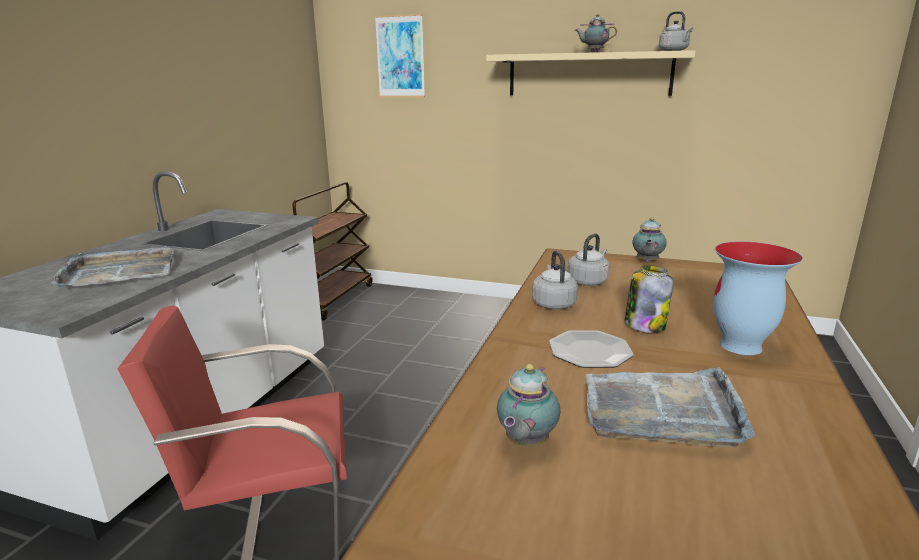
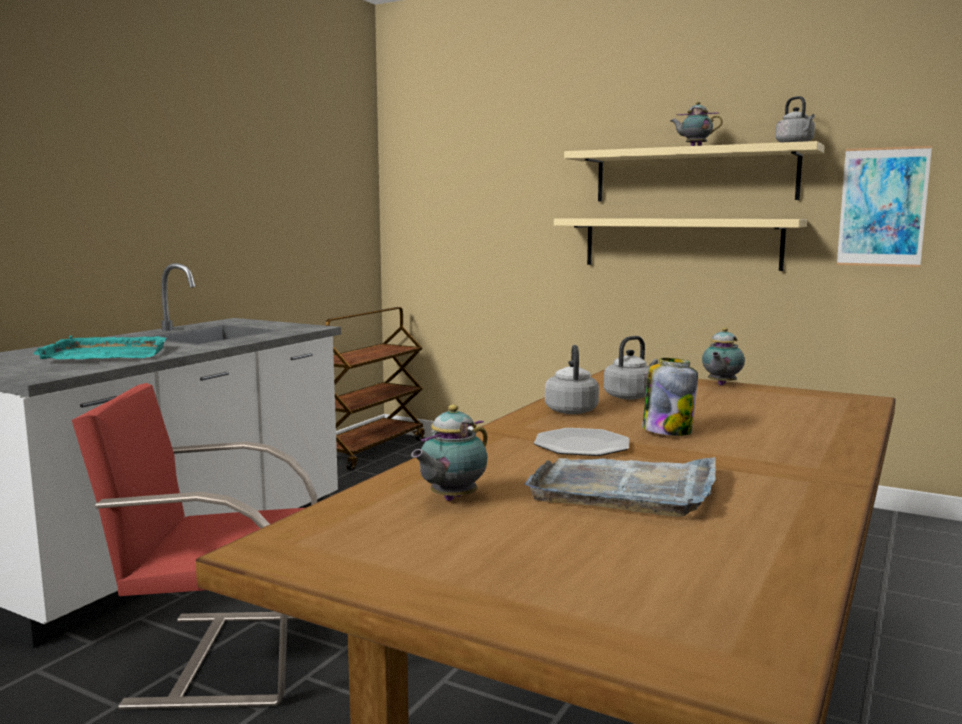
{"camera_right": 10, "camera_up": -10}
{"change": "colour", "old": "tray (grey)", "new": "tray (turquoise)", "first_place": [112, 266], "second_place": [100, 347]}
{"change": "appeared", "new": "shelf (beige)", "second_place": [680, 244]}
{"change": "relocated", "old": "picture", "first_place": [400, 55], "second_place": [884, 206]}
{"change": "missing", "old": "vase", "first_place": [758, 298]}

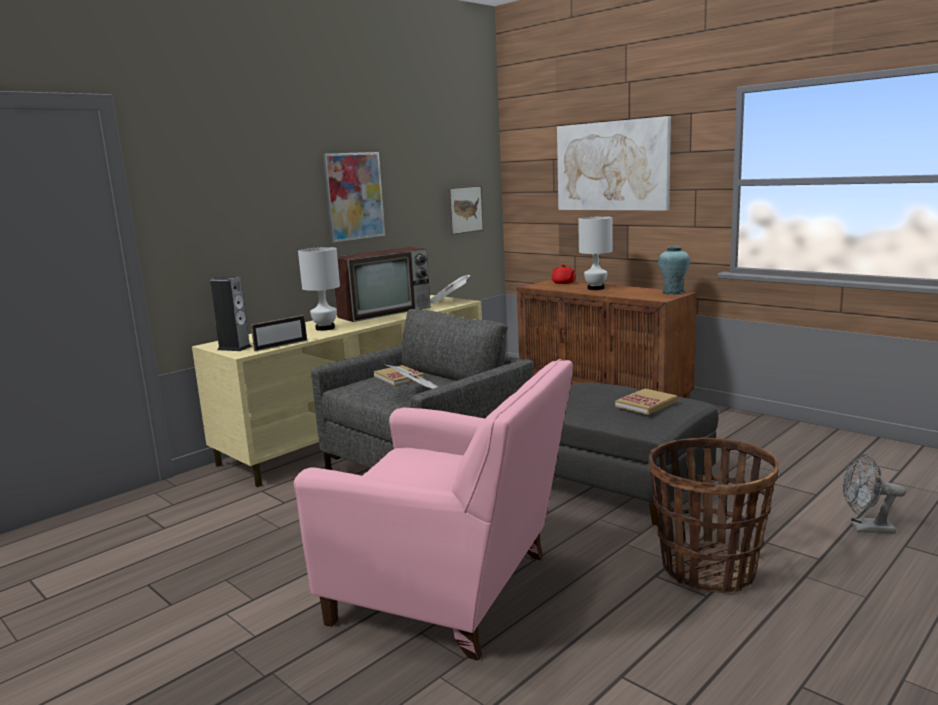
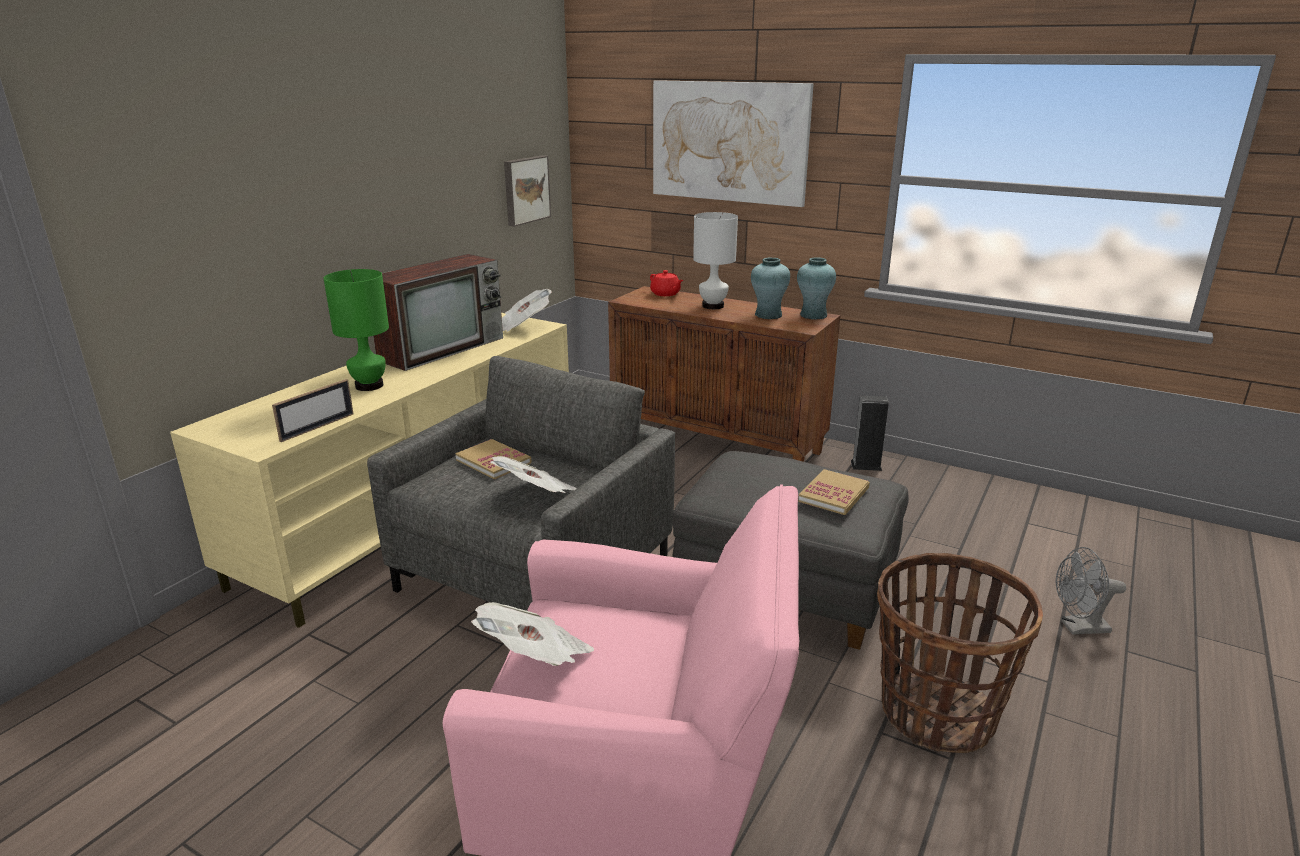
{"camera_right": -15, "camera_up": 10}
{"change": "colour", "old": "table lamp (white)", "new": "table lamp (green)", "first_place": [319, 289], "second_place": [356, 330]}
{"change": "appeared", "new": "newspaper", "second_place": [532, 634]}
{"change": "appeared", "new": "vase (turquoise)", "second_place": [770, 288]}
{"change": "relocated", "old": "speaker", "first_place": [231, 314], "second_place": [870, 433]}
{"change": "missing", "old": "picture", "first_place": [354, 197]}

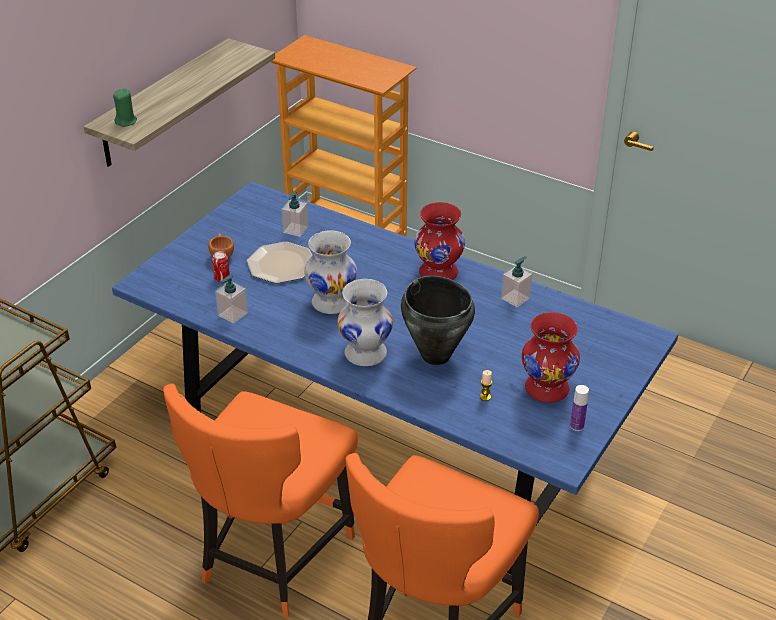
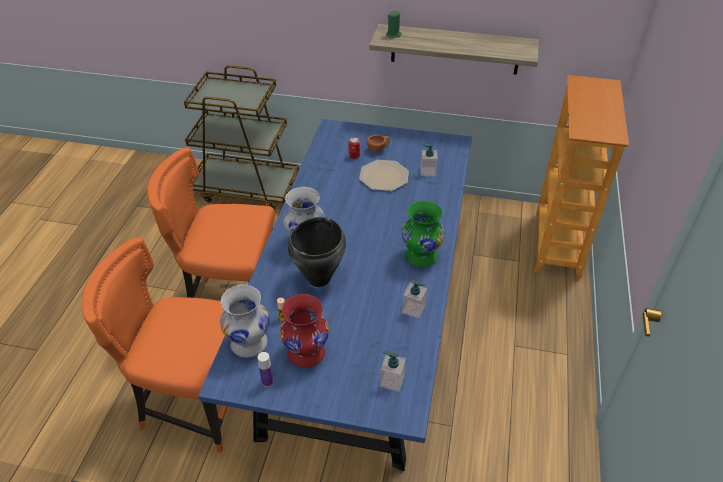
{"camera_right": 70, "camera_up": 5}
{"change": "relocated", "old": "vase (white)", "first_place": [330, 272], "second_place": [245, 321]}
{"change": "relocated", "old": "soap dispenser", "first_place": [231, 299], "second_place": [393, 371]}
{"change": "colour", "old": "vase (red)", "new": "vase (green)", "first_place": [439, 241], "second_place": [423, 233]}

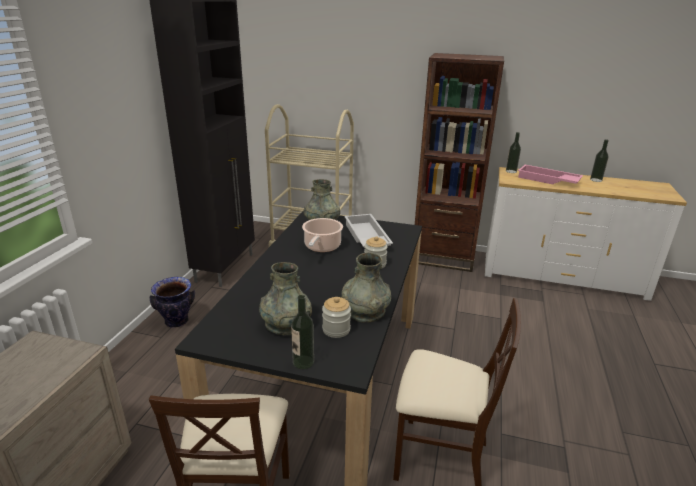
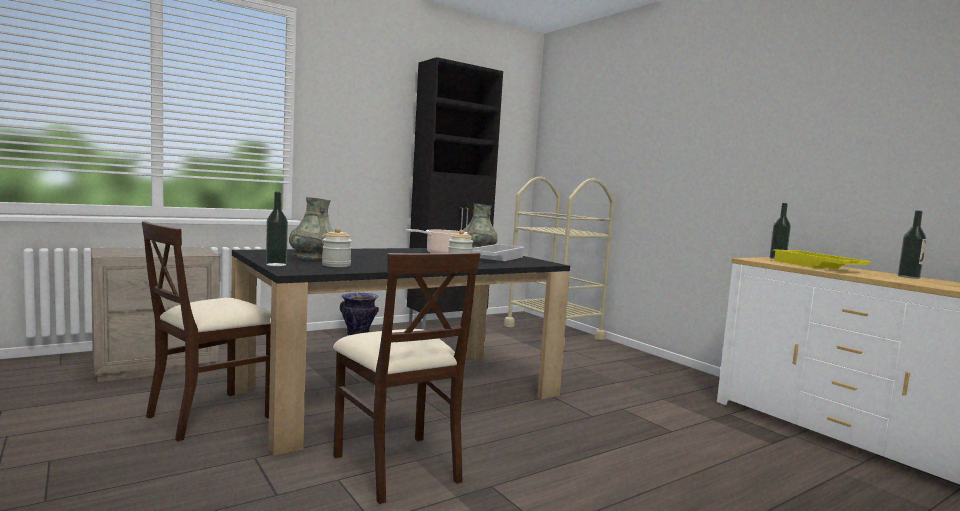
{"camera_right": 40, "camera_up": -20}
{"change": "colour", "old": "tray (pink)", "new": "tray (yellow)", "first_place": [550, 174], "second_place": [822, 259]}
{"change": "missing", "old": "vase (grey)", "first_place": [366, 287]}
{"change": "missing", "old": "bookcase (brown)", "first_place": [459, 162]}

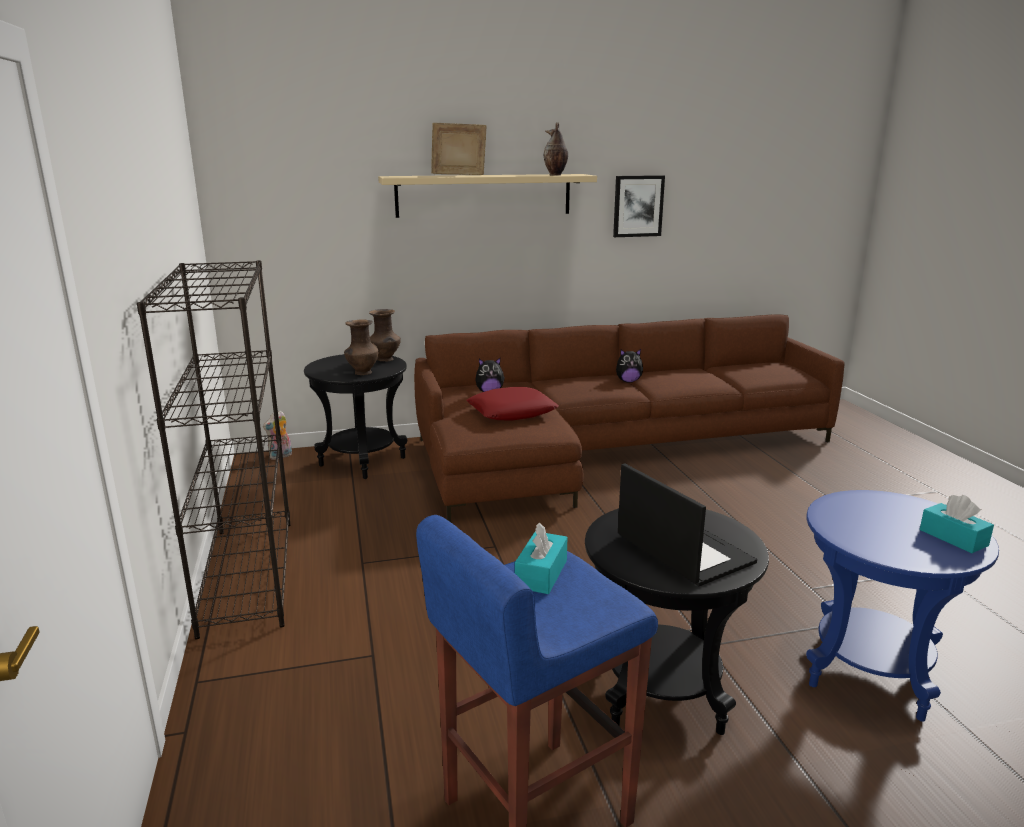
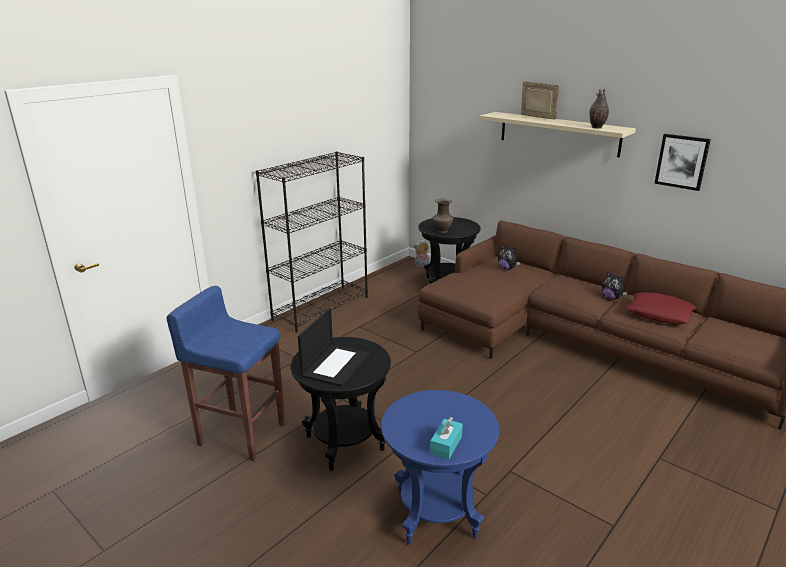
{"camera_right": 55, "camera_up": 5}
{"change": "relocated", "old": "pillow (red)", "first_place": [512, 404], "second_place": [661, 308]}
{"change": "missing", "old": "vase (brown)", "first_place": [385, 335]}
{"change": "missing", "old": "tissue box (turquoise)", "first_place": [541, 558]}

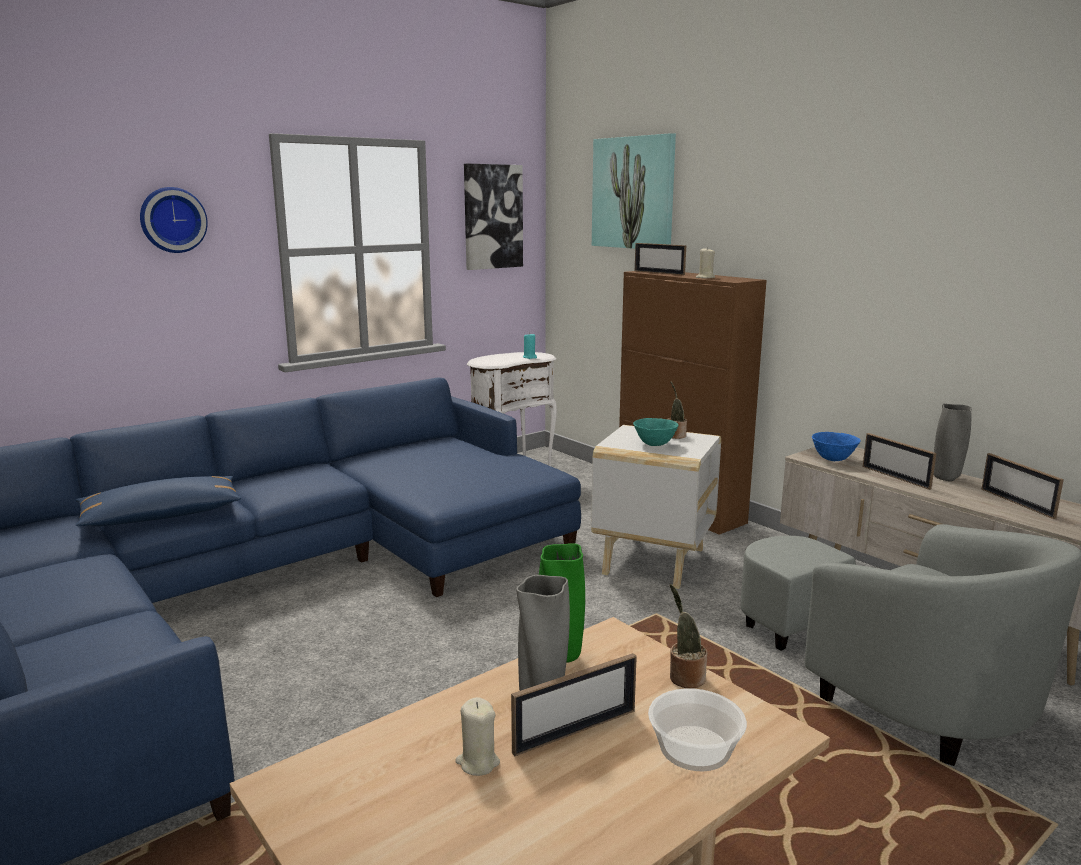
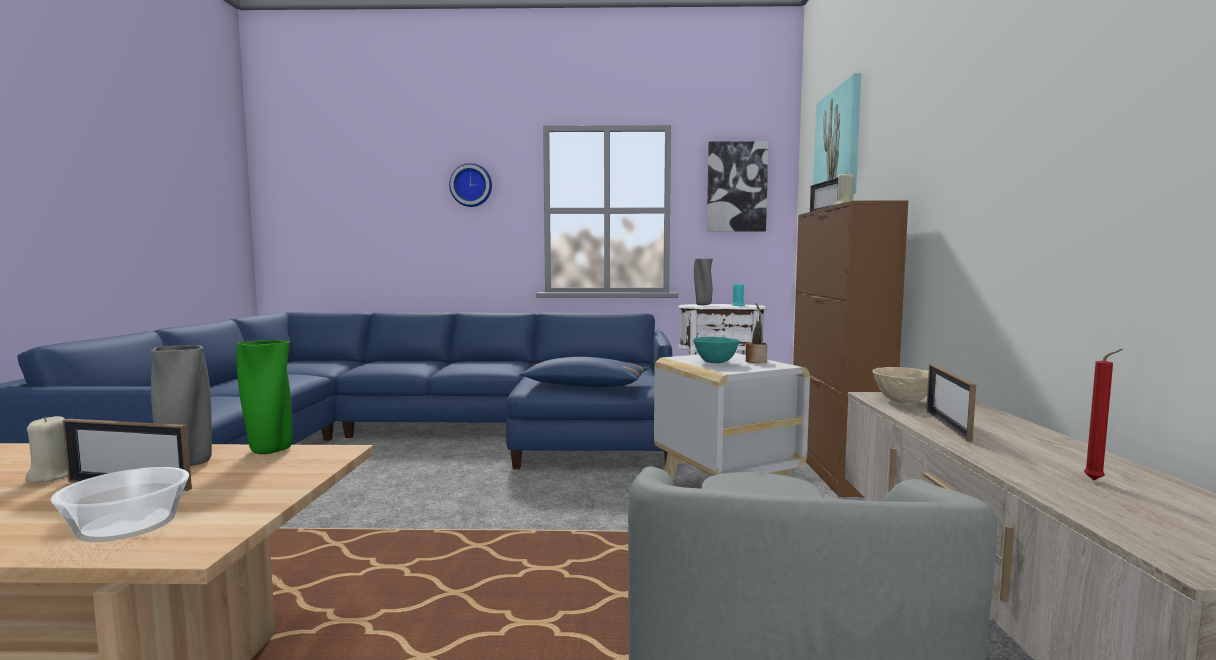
{"camera_right": 40, "camera_up": -10}
{"change": "relocated", "old": "pillow (blue)", "first_place": [158, 501], "second_place": [584, 372]}
{"change": "relocated", "old": "vase (grey)", "first_place": [952, 442], "second_place": [703, 282]}
{"change": "colour", "old": "bowl (blue)", "new": "bowl (beige)", "first_place": [836, 446], "second_place": [900, 385]}
{"change": "exchanged", "old": "picture frame", "new": "candle (red)", "first_place": [1023, 486], "second_place": [1103, 414]}
{"change": "missing", "old": "potted plant", "first_place": [688, 636]}

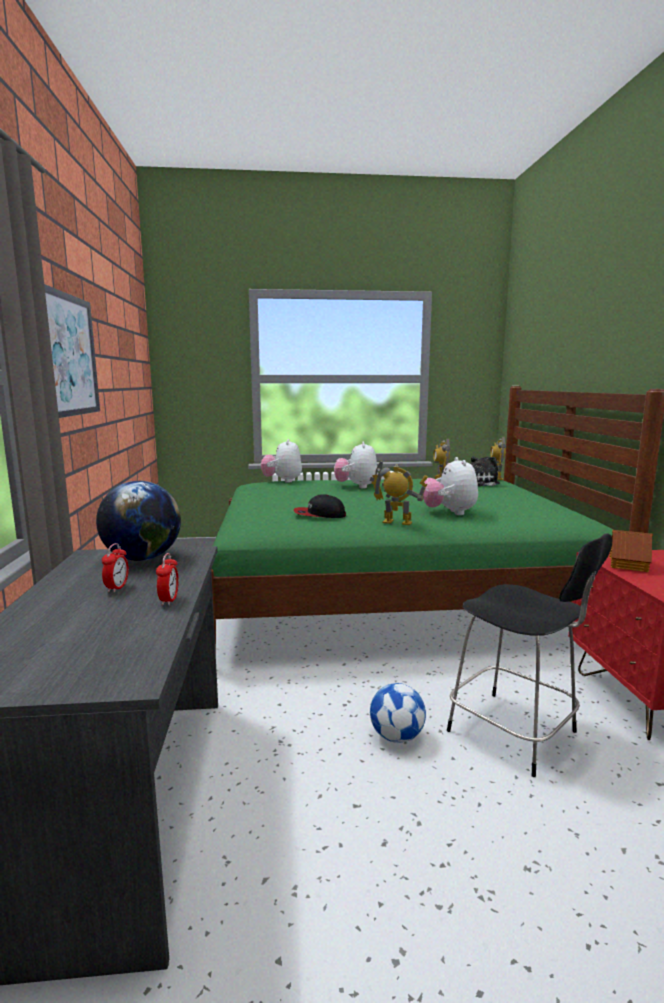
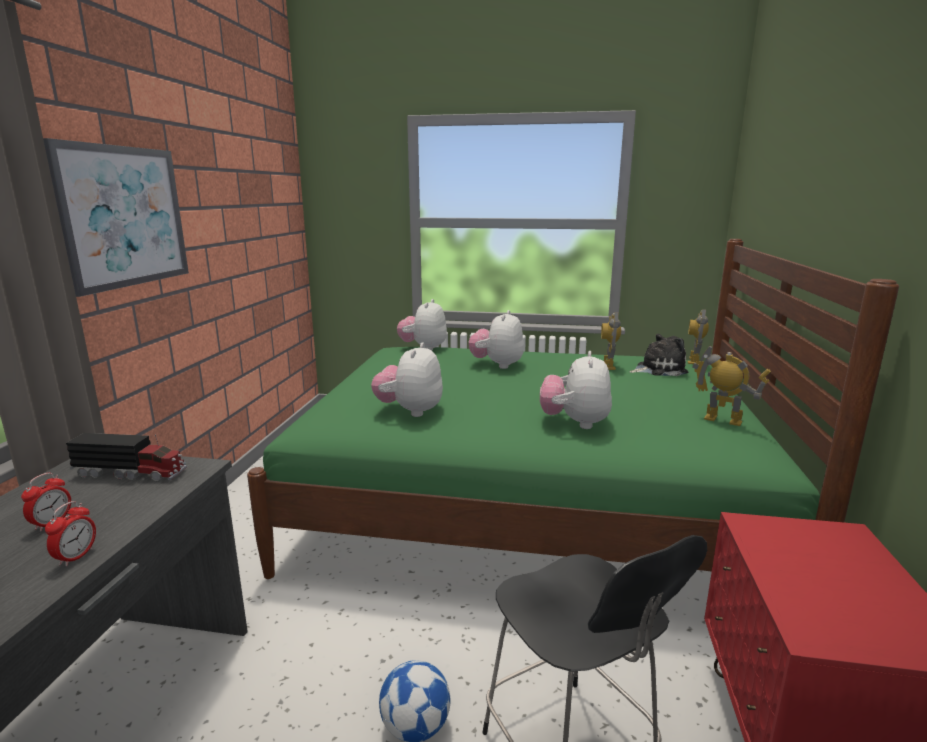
{"camera_right": 15, "camera_up": 5}
{"change": "exchanged", "old": "globe", "new": "toy truck", "first_place": [138, 521], "second_place": [126, 457]}
{"change": "exchanged", "old": "cap", "new": "plush toy", "first_place": [320, 506], "second_place": [407, 379]}
{"change": "relocated", "old": "toy robot", "first_place": [399, 492], "second_place": [731, 385]}
{"change": "missing", "old": "toy house", "first_place": [631, 551]}

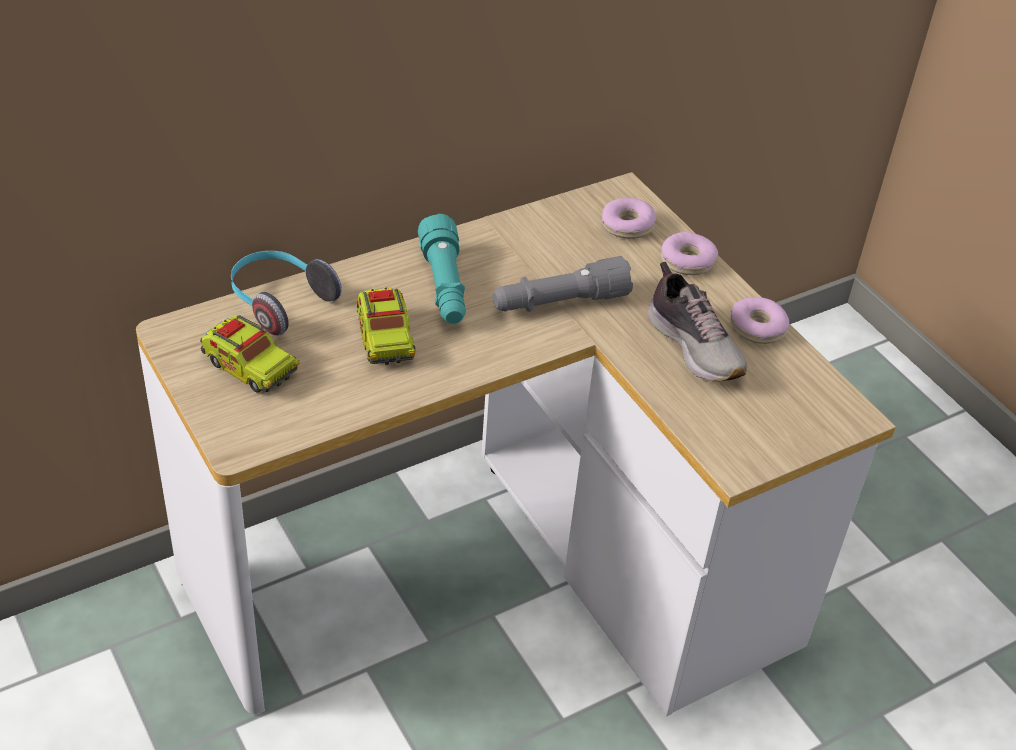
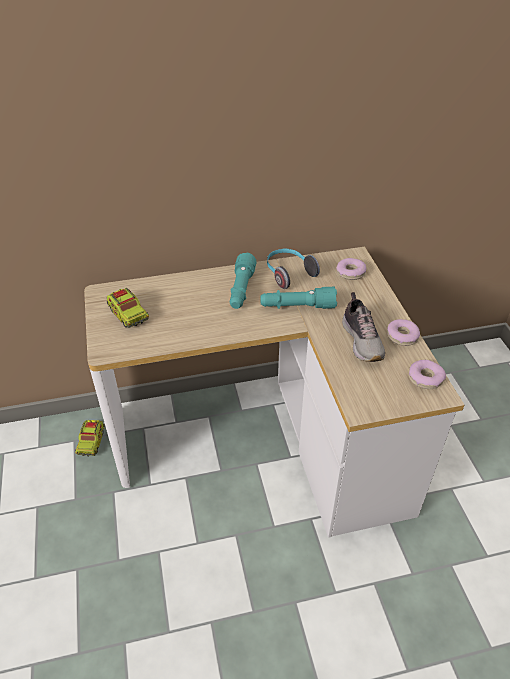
{"camera_right": 20, "camera_up": 0}
{"change": "relocated", "old": "toy truck", "first_place": [386, 326], "second_place": [89, 438]}
{"change": "colour", "old": "flashlight (grey)", "new": "flashlight (turquoise)", "first_place": [563, 284], "second_place": [298, 298]}
{"change": "relocated", "old": "headphones", "first_place": [286, 293], "second_place": [293, 269]}
{"change": "relocated", "old": "donut", "first_place": [689, 253], "second_place": [427, 374]}

